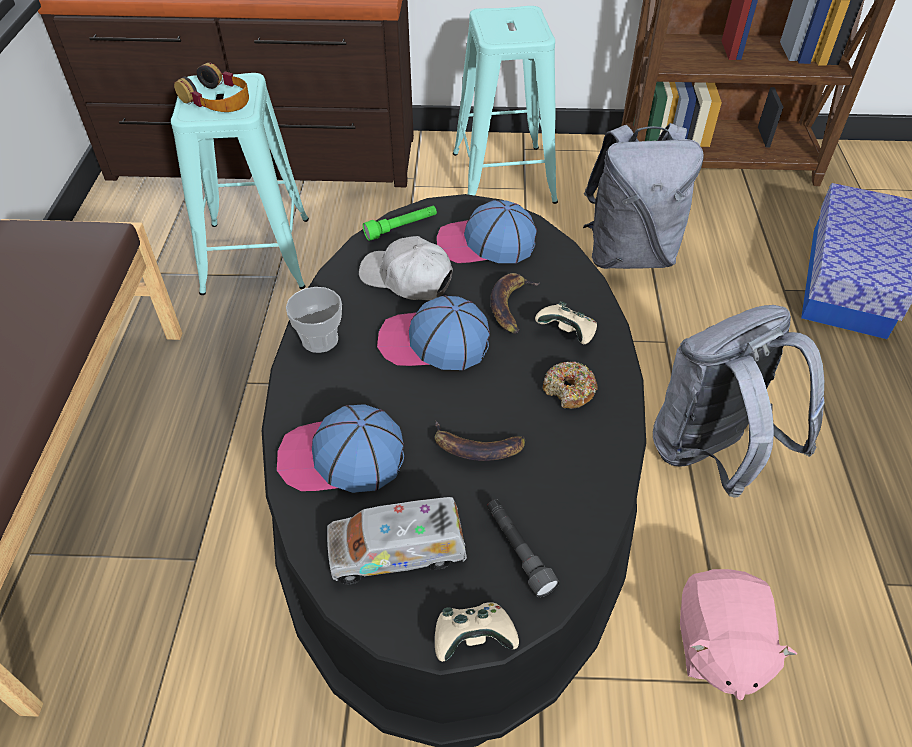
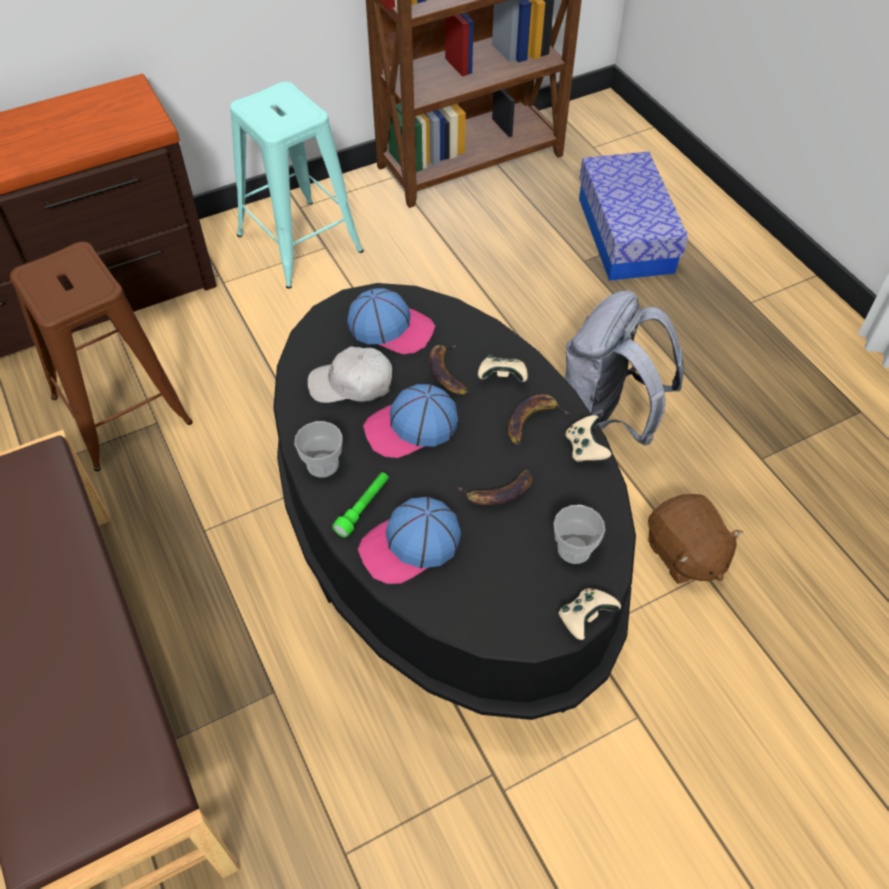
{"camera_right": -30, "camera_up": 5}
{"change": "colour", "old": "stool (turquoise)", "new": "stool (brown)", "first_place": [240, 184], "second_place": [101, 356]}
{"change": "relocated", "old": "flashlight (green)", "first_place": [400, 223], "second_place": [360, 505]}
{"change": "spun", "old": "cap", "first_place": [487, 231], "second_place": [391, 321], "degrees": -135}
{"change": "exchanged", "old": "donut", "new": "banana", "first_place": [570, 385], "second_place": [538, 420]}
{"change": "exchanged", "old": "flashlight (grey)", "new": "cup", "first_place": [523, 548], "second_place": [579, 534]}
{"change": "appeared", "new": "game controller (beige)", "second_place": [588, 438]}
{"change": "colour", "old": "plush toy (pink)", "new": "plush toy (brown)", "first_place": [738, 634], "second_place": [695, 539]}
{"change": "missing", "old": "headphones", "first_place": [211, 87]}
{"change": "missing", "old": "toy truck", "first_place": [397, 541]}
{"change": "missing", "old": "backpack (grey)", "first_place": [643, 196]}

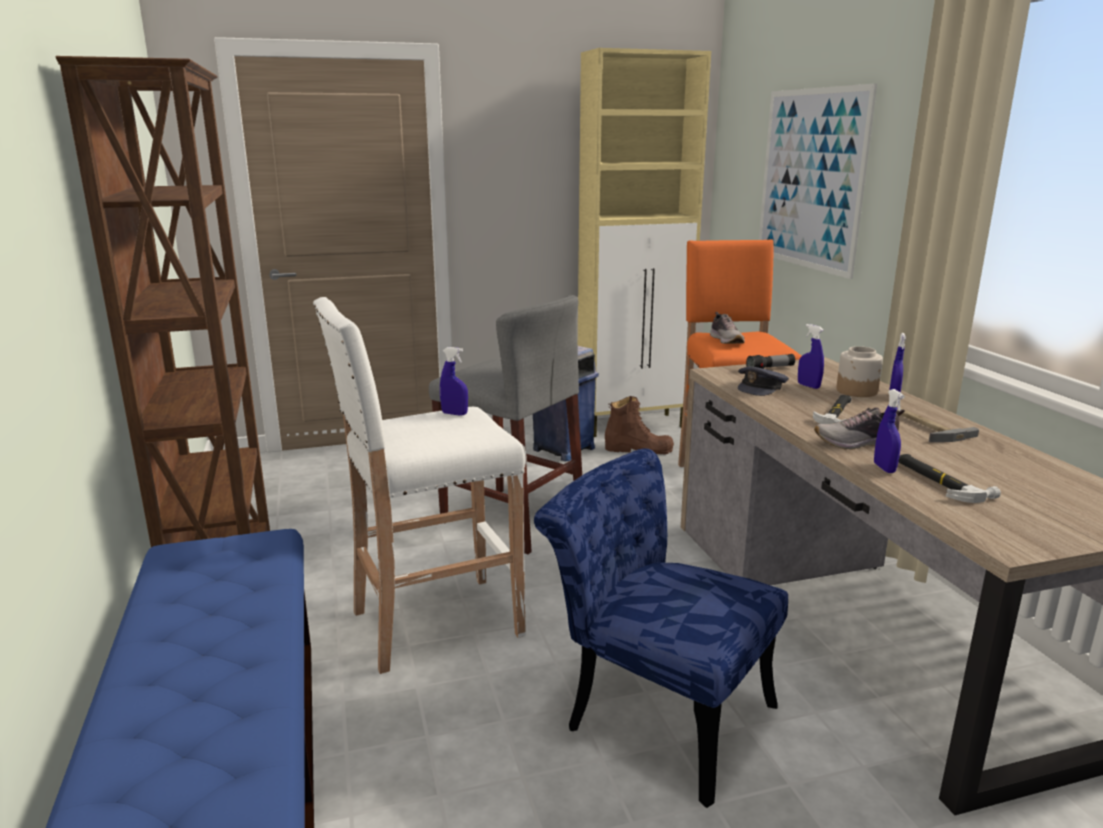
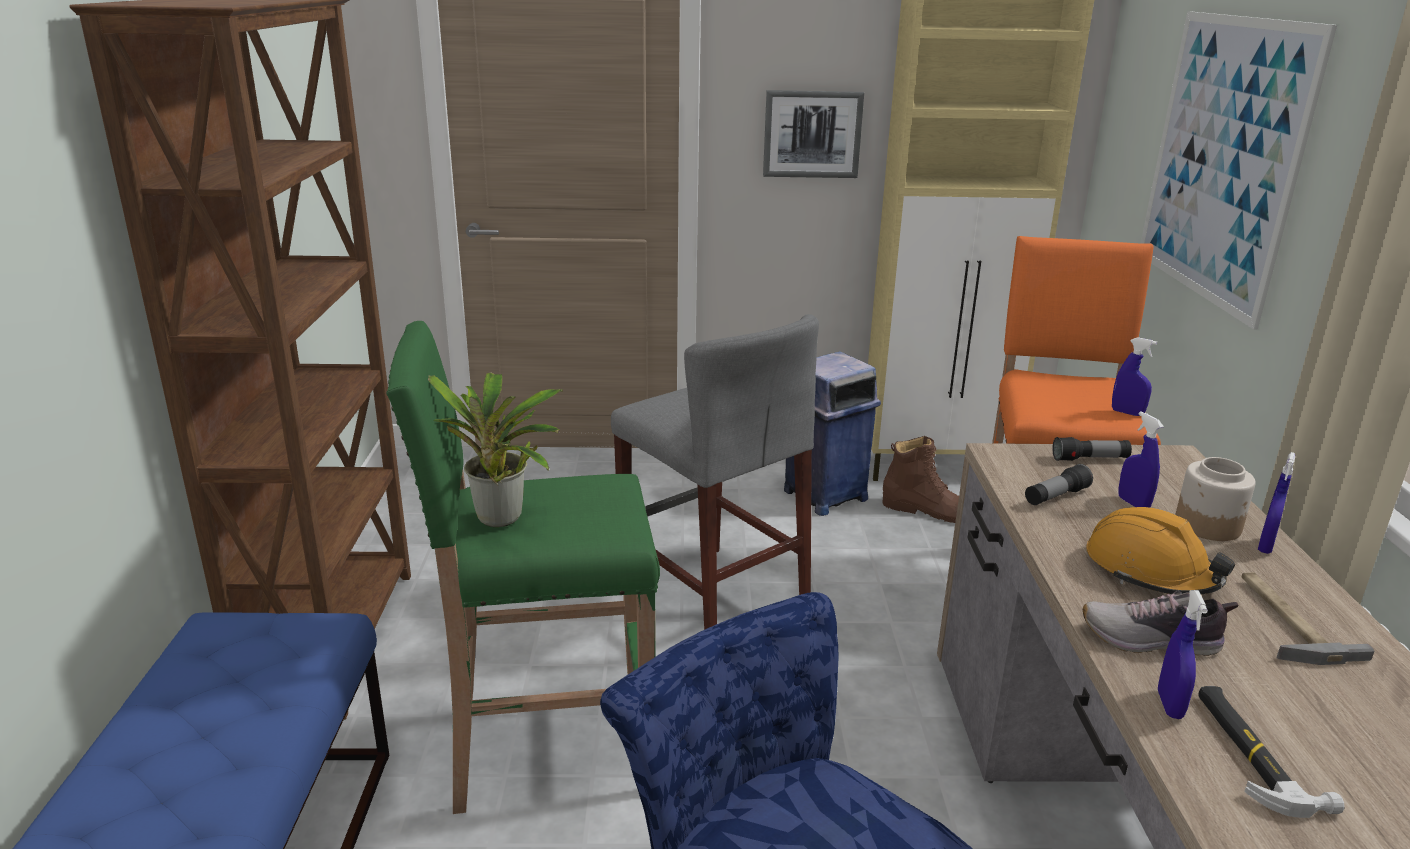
{"camera_right": 15, "camera_up": 5}
{"change": "colour", "old": "stool (white)", "new": "stool (green)", "first_place": [419, 485], "second_place": [523, 567]}
{"change": "appeared", "new": "potted plant", "second_place": [495, 449]}
{"change": "appeared", "new": "picture", "second_place": [813, 134]}
{"change": "exchanged", "old": "cap (grey)", "new": "flashlight", "first_place": [763, 381], "second_place": [1059, 484]}
{"change": "exchanged", "old": "hammer", "new": "hard hat (orange)", "first_place": [832, 409], "second_place": [1160, 551]}
{"change": "relocated", "old": "spray bottle (blue)", "first_place": [454, 381], "second_place": [1134, 376]}
{"change": "missing", "old": "shoe", "first_place": [727, 328]}

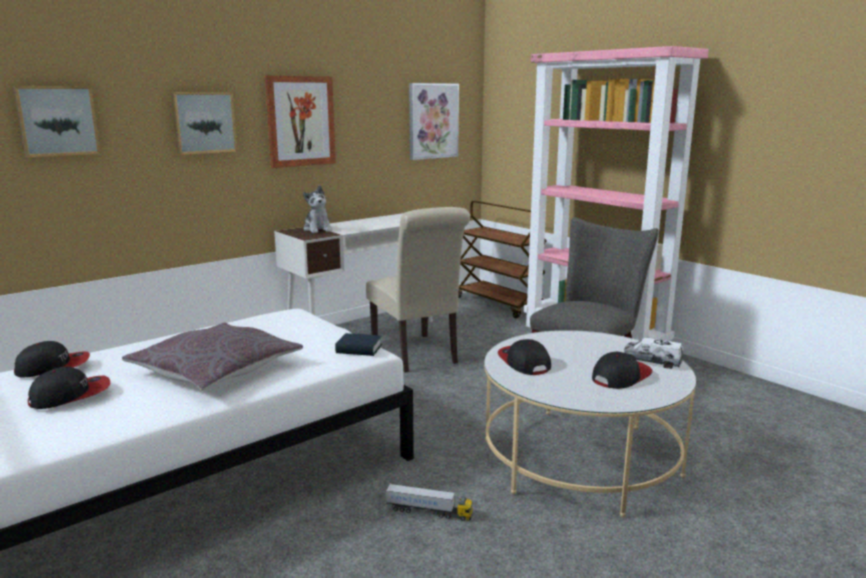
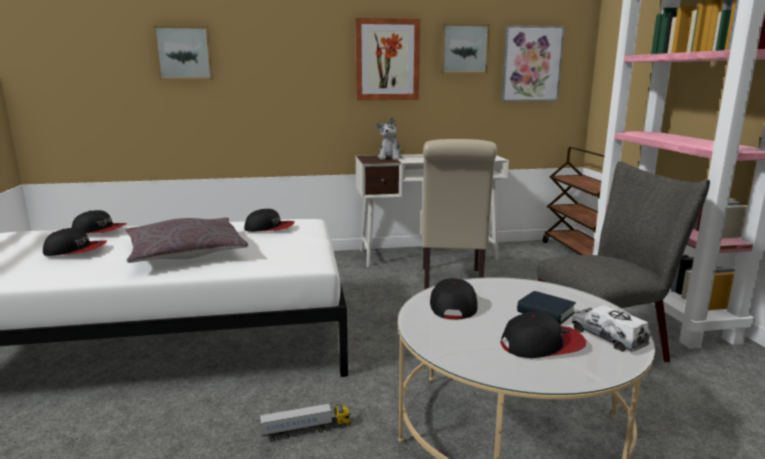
{"camera_right": 30, "camera_up": 0}
{"change": "appeared", "new": "cap", "second_place": [269, 220]}
{"change": "spun", "old": "toy truck", "first_place": [429, 502], "second_place": [305, 422], "degrees": -60}
{"change": "relocated", "old": "picture", "first_place": [204, 123], "second_place": [465, 49]}
{"change": "relocated", "old": "book", "first_place": [358, 344], "second_place": [546, 308]}

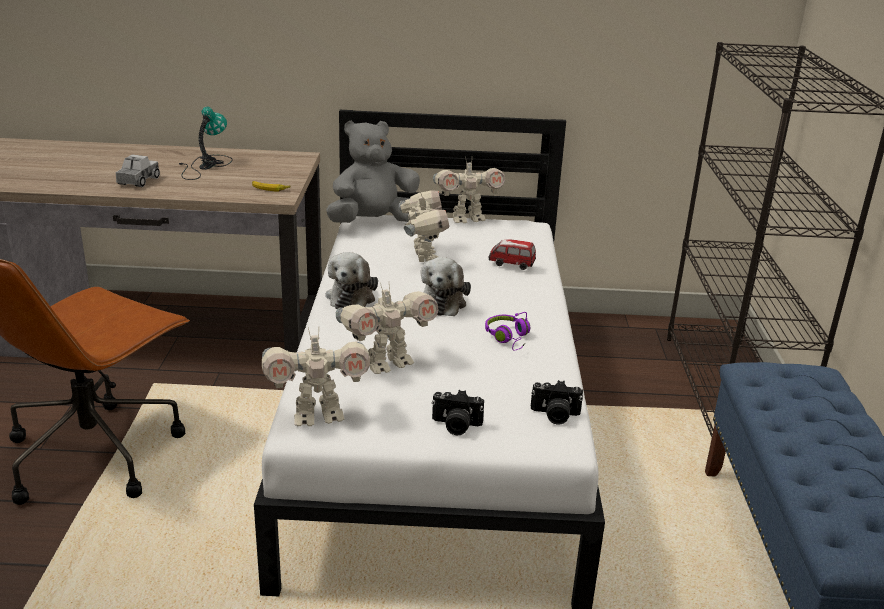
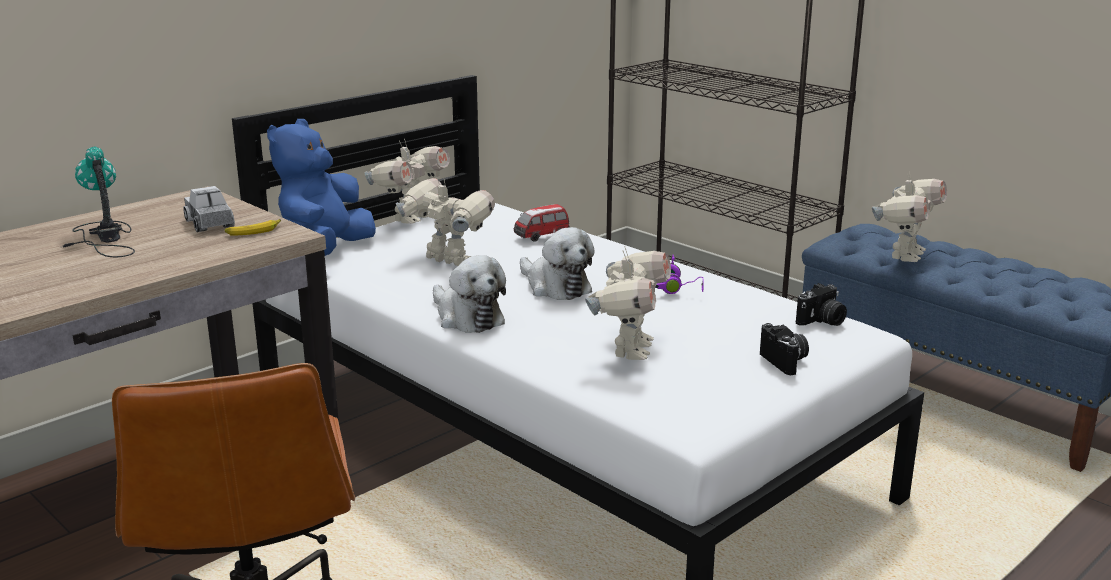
{"camera_right": -45, "camera_up": -5}
{"change": "relocated", "old": "toy truck", "first_place": [138, 170], "second_place": [209, 209]}
{"change": "colour", "old": "plush toy (grey)", "new": "plush toy (blue)", "first_place": [373, 171], "second_place": [321, 187]}
{"change": "spun", "old": "photo camera", "first_place": [458, 412], "second_place": [784, 349], "degrees": -75}
{"change": "relocated", "old": "toy robot", "first_place": [316, 376], "second_place": [909, 216]}

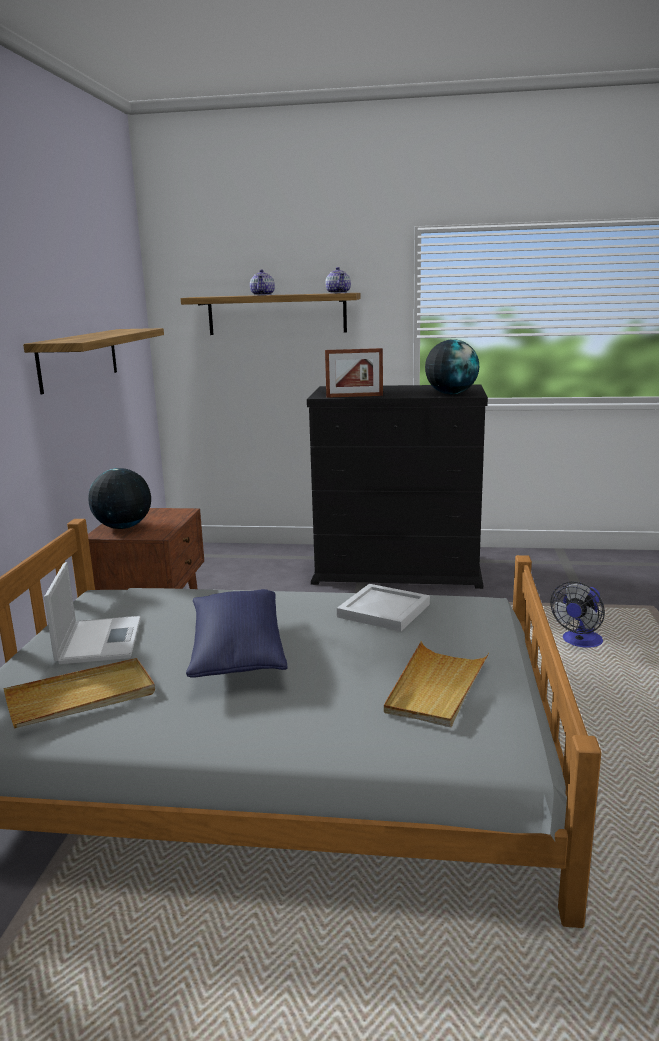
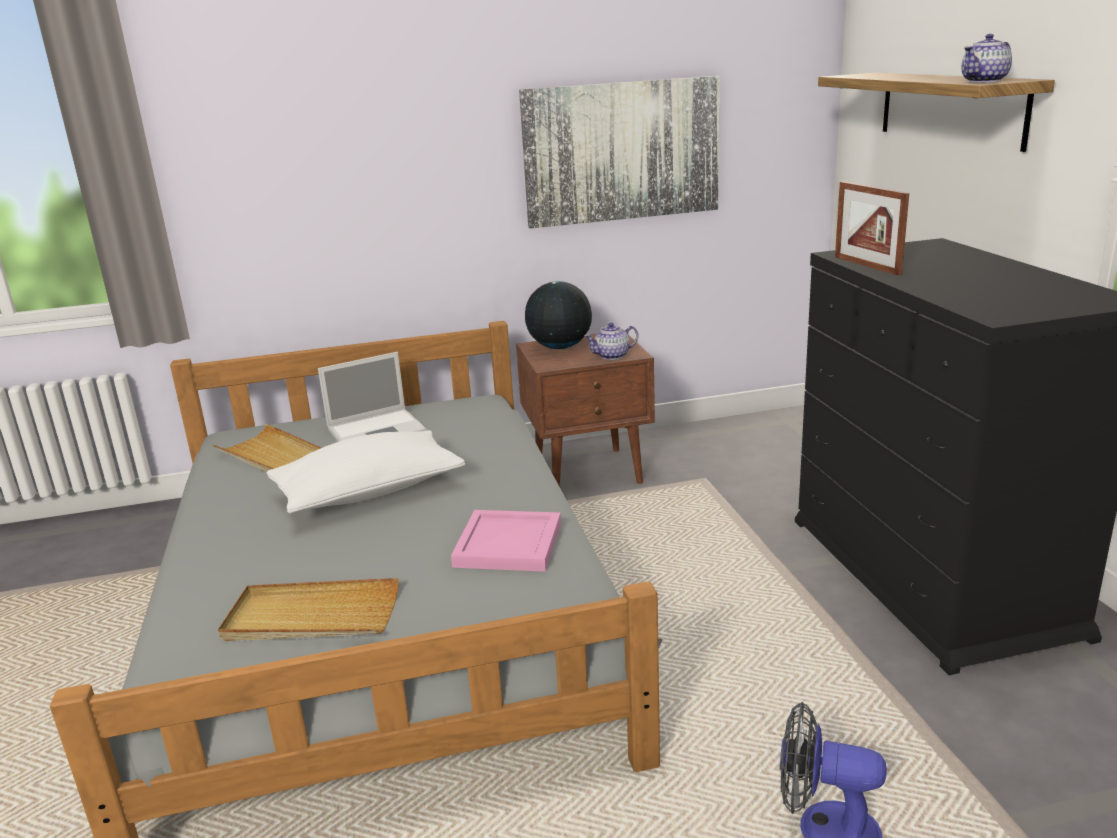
{"camera_right": 70, "camera_up": 5}
{"change": "colour", "old": "pillow (blue)", "new": "pillow (white)", "first_place": [237, 633], "second_place": [366, 472]}
{"change": "colour", "old": "tray (white)", "new": "tray (pink)", "first_place": [383, 608], "second_place": [506, 541]}
{"change": "exchanged", "old": "shelf", "new": "picture", "first_place": [93, 361], "second_place": [619, 152]}
{"change": "relocated", "old": "teapot", "first_place": [262, 282], "second_place": [611, 341]}
{"change": "missing", "old": "globe", "first_place": [452, 366]}

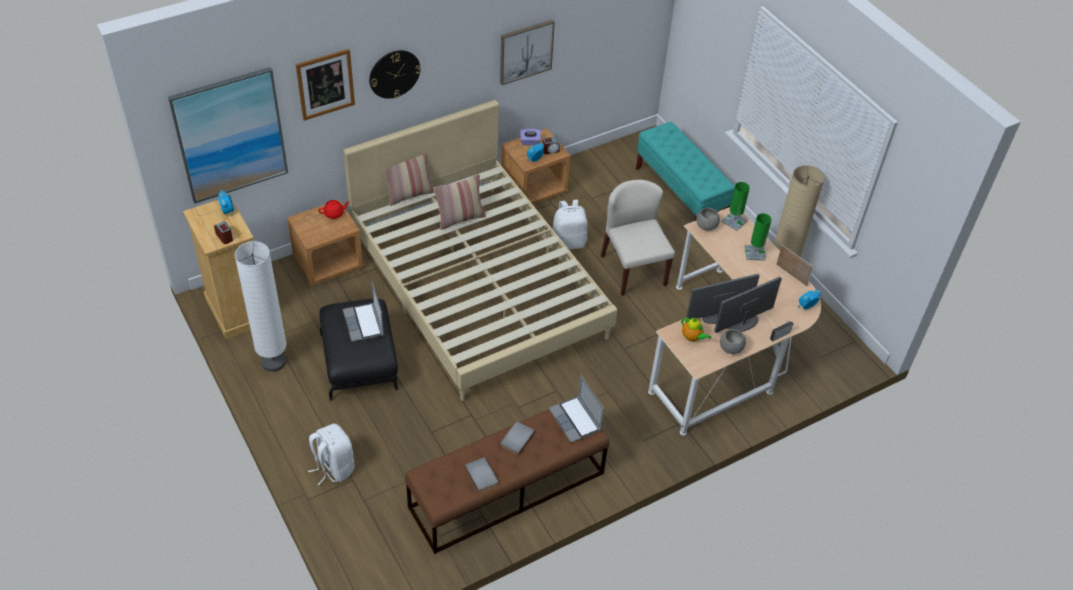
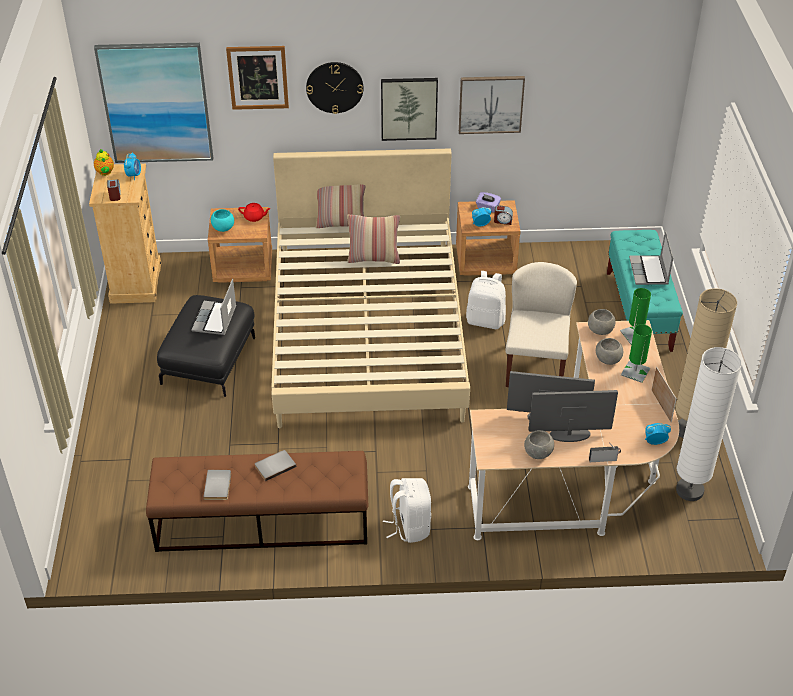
{"camera_right": 30, "camera_up": -5}
{"change": "relocated", "old": "teapot", "first_place": [696, 329], "second_place": [104, 162]}
{"change": "appeared", "new": "bowl (turquoise)", "second_place": [222, 220]}
{"change": "appeared", "new": "picture", "second_place": [409, 109]}
{"change": "relocated", "old": "backpack (white)", "first_place": [331, 454], "second_place": [407, 510]}
{"change": "appeared", "new": "bowl (grey)", "second_place": [609, 351]}
{"change": "relocated", "old": "laptop", "first_place": [576, 409], "second_place": [651, 257]}
{"change": "relocated", "old": "floor lamp (white)", "first_place": [261, 306], "second_place": [709, 424]}

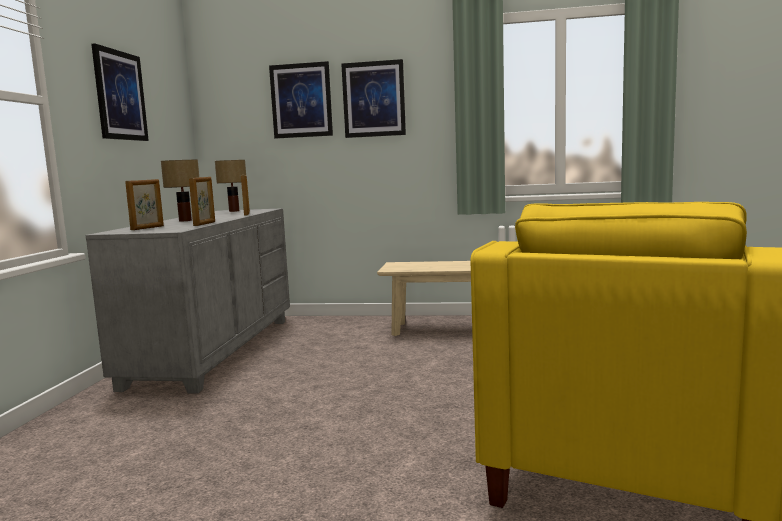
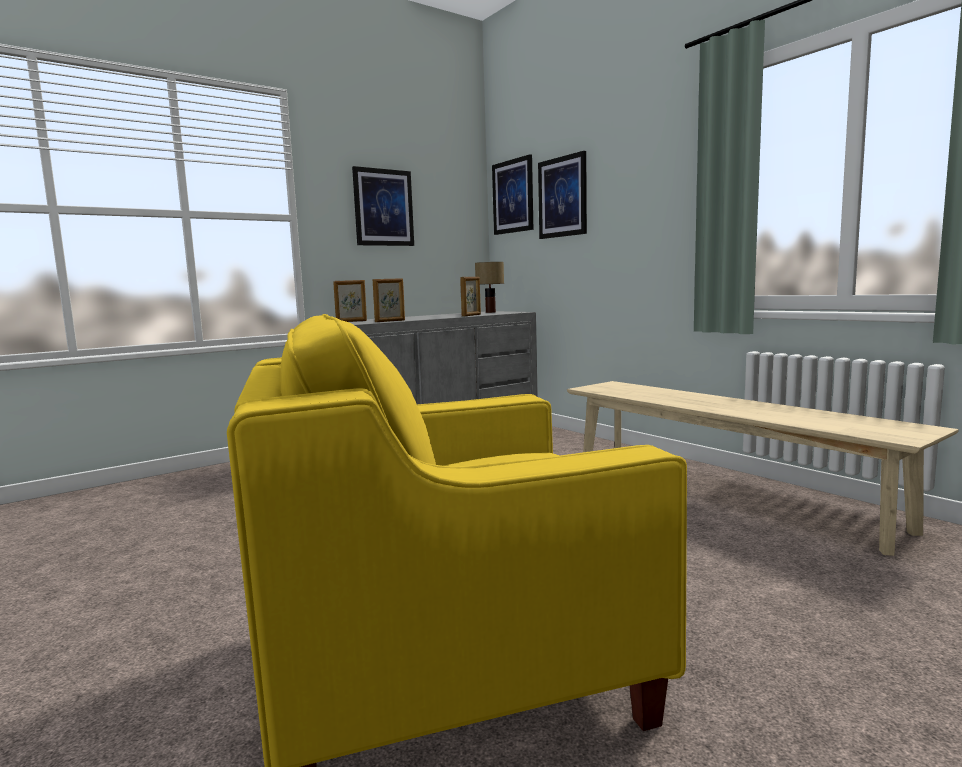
{"camera_right": 45, "camera_up": 0}
{"change": "relocated", "old": "picture", "first_place": [373, 98], "second_place": [512, 194]}
{"change": "missing", "old": "table lamp", "first_place": [180, 191]}

